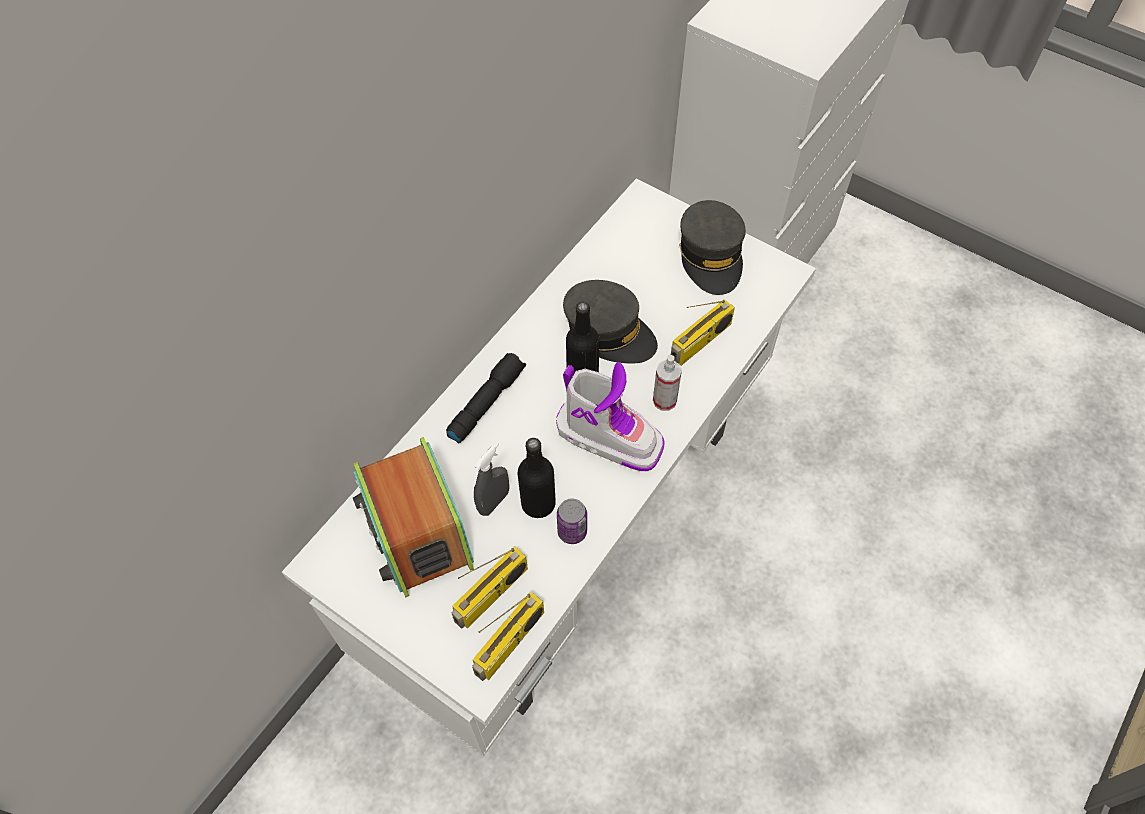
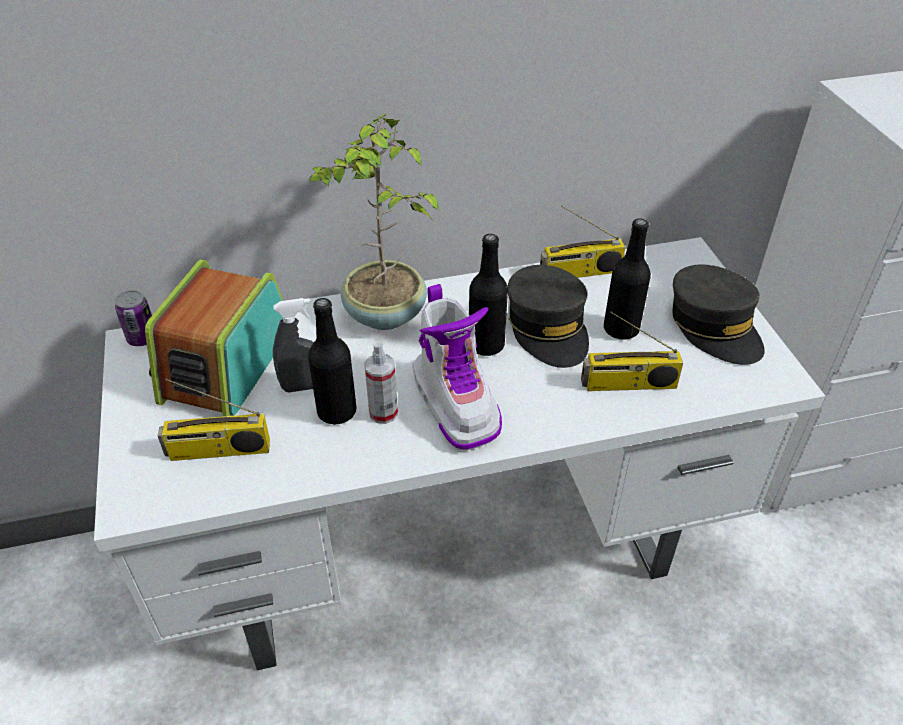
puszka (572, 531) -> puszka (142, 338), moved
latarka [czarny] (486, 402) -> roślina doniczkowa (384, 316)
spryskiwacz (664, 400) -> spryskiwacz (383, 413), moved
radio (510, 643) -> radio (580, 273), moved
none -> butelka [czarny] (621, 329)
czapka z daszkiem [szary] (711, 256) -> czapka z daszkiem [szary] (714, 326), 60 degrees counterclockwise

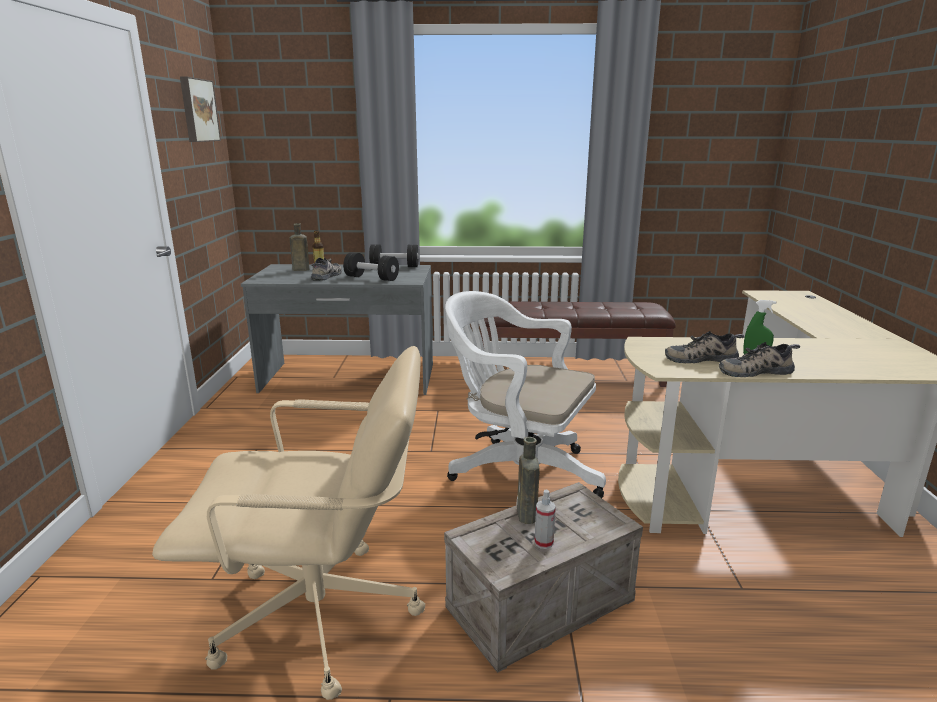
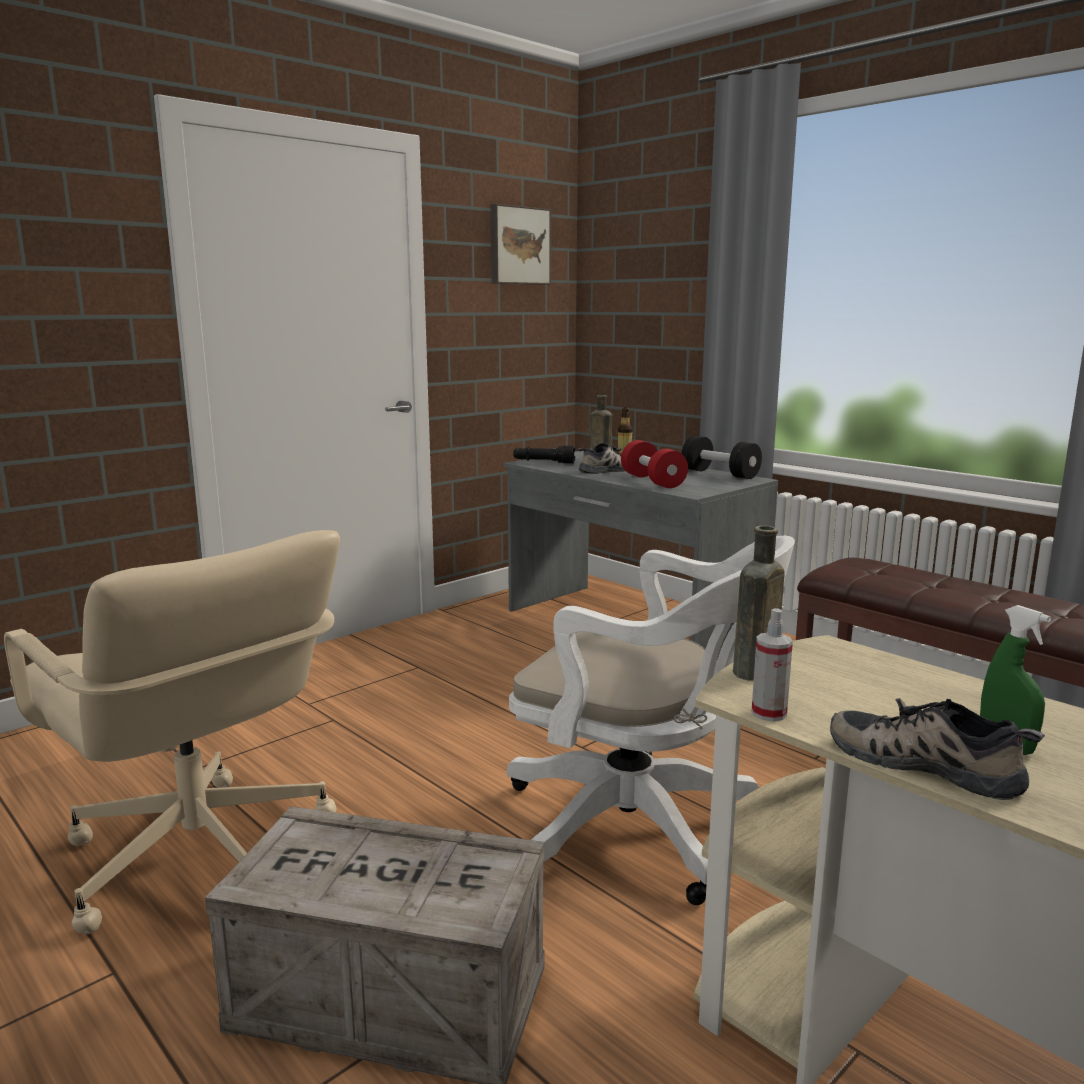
krzesło biurowe [biały] (518, 475) -> krzesło biurowe [biały] (641, 829), 135 degrees clockwise
none -> latarka [czarny] (544, 462)
hantel [czarny] (371, 278) -> hantel [czerwony] (652, 481)
butelka [brązowy] (527, 516) -> butelka [brązowy] (753, 672), moved
spryskiwacz (543, 543) -> spryskiwacz (769, 713), moved
but (701, 358) -> none

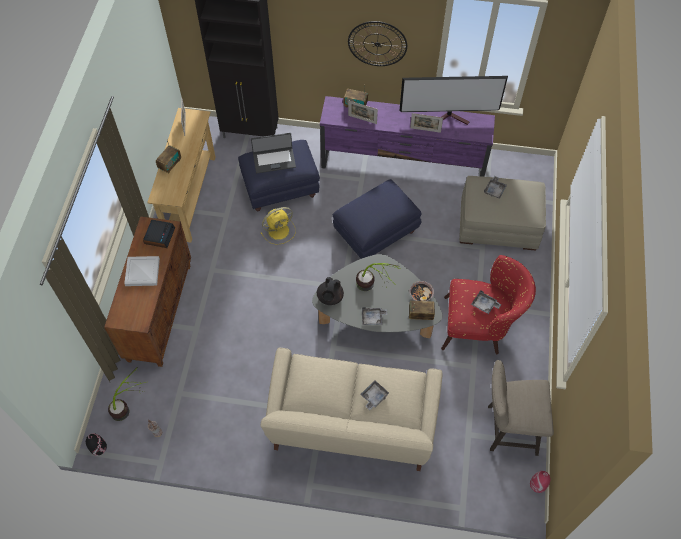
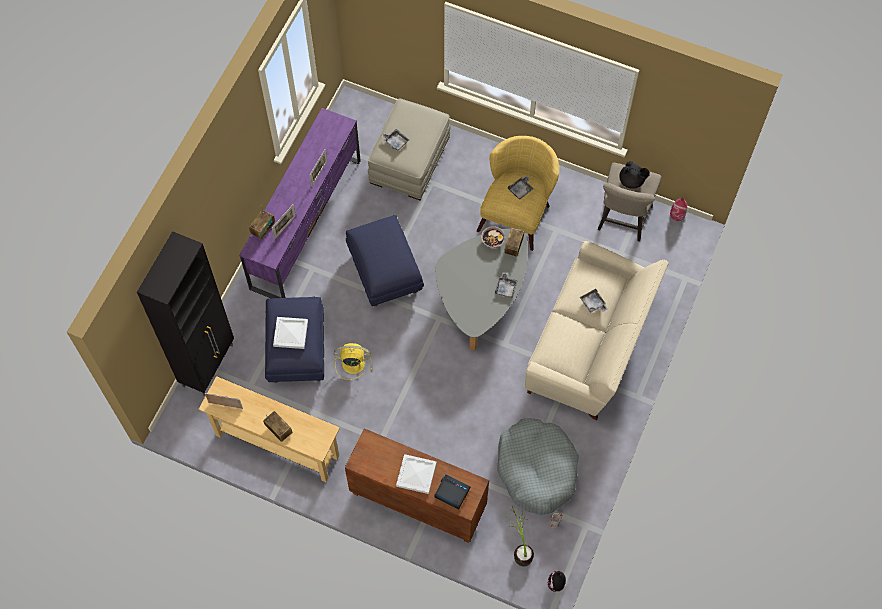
laptop (274, 160) -> taca [biały] (290, 333)
wentylator [żółty] (279, 230) -> wentylator [żółty] (352, 363), 75 degrees counterclockwise
budzik (159, 235) -> budzik (451, 492), moved
fotel [czerwony] (479, 327) -> fotel [żółty] (517, 212)
none -> legowisko [szary] (537, 469)
imbryk [czarny] (330, 298) -> imbryk [czarny] (632, 181), moved
zegar ścienny (377, 44) -> none
roślina doniczkowa (374, 288) -> none
telewizor (451, 118) -> none

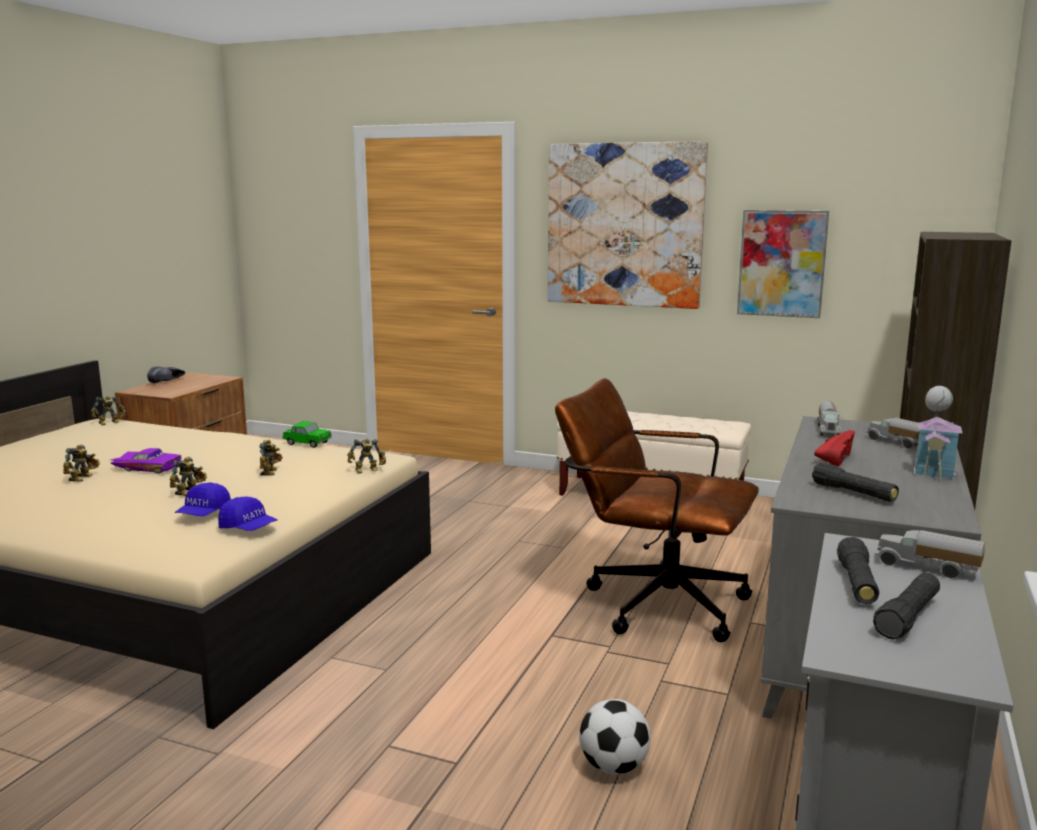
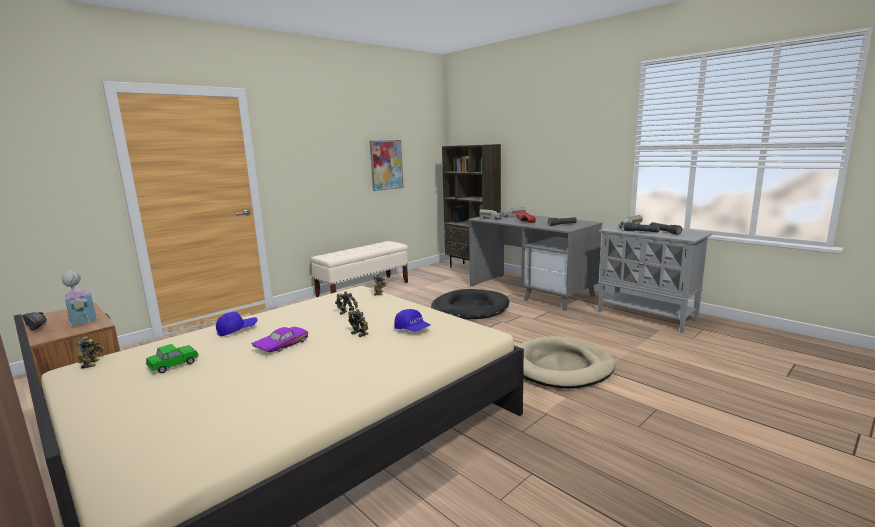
domek (933, 468) -> domek (82, 318), moved
samochodzik (307, 443) -> samochodzik (174, 365), moved
czapka z daszkiem [niebieski] (248, 528) -> czapka z daszkiem [niebieski] (237, 330), moved
krzesło biurowe [brązowy] (653, 601) -> legowisko [czarny] (470, 308)
none -> legowisko [beżowy] (560, 367)
robot zabawkowy (83, 478) -> none
obraz (624, 225) -> none
piłka futbolowa (614, 767) -> none

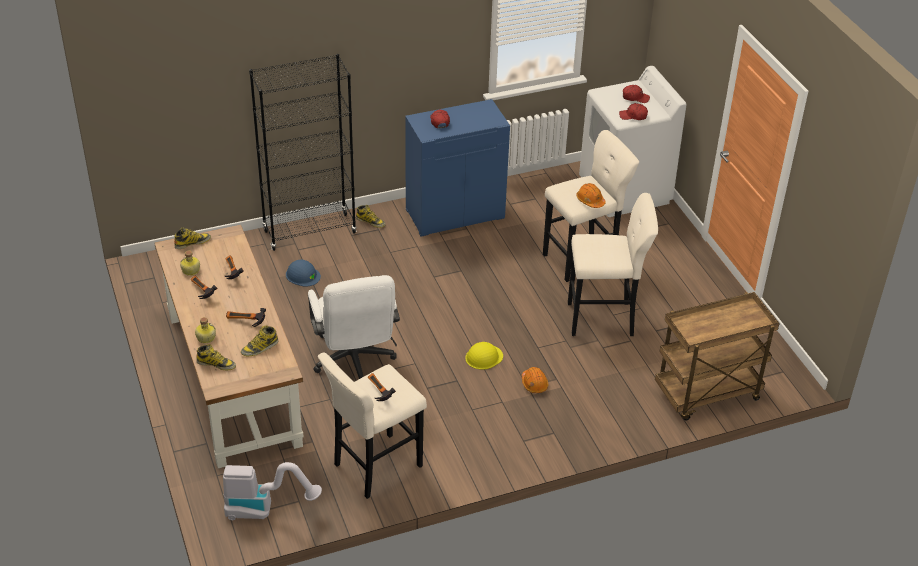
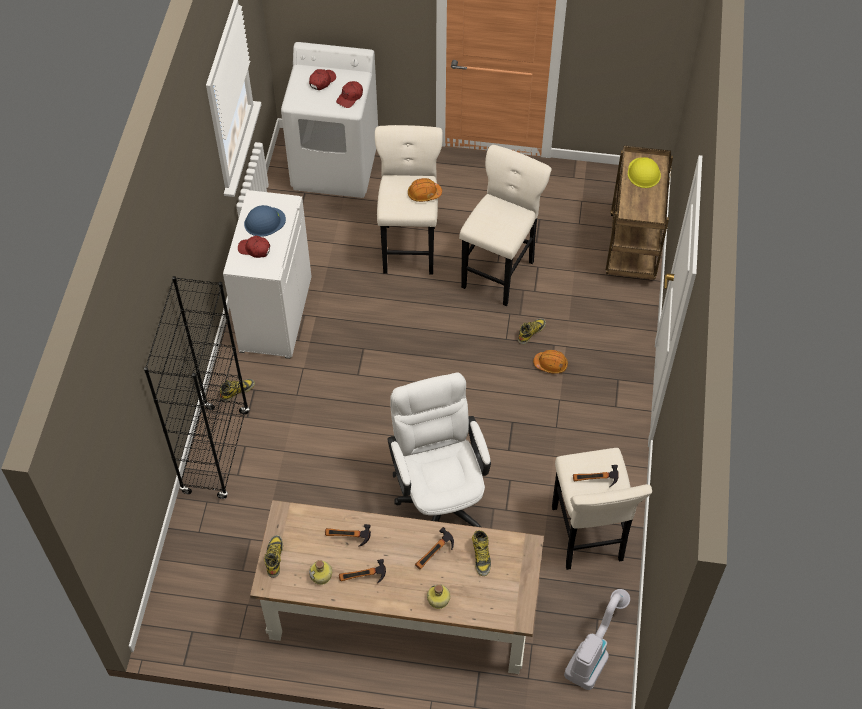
szafka [niebieski] (455, 213) -> szafka [biały] (274, 313)
kask [niebieski] (302, 275) -> kask [niebieski] (264, 222), moved
krzesło biurowe [biały] (354, 362) -> krzesło biurowe [biały] (439, 495), 120 degrees counterclockwise
but z cholewką (216, 364) -> but z cholewką (531, 332), moved
kask [żółty] (483, 357) -> kask [żółty] (643, 173), moved

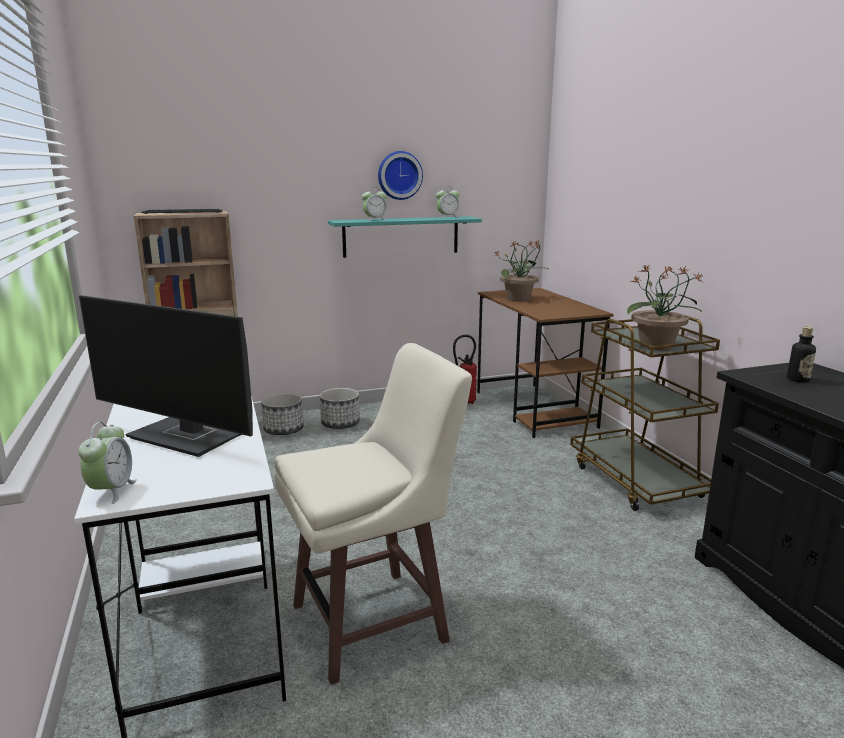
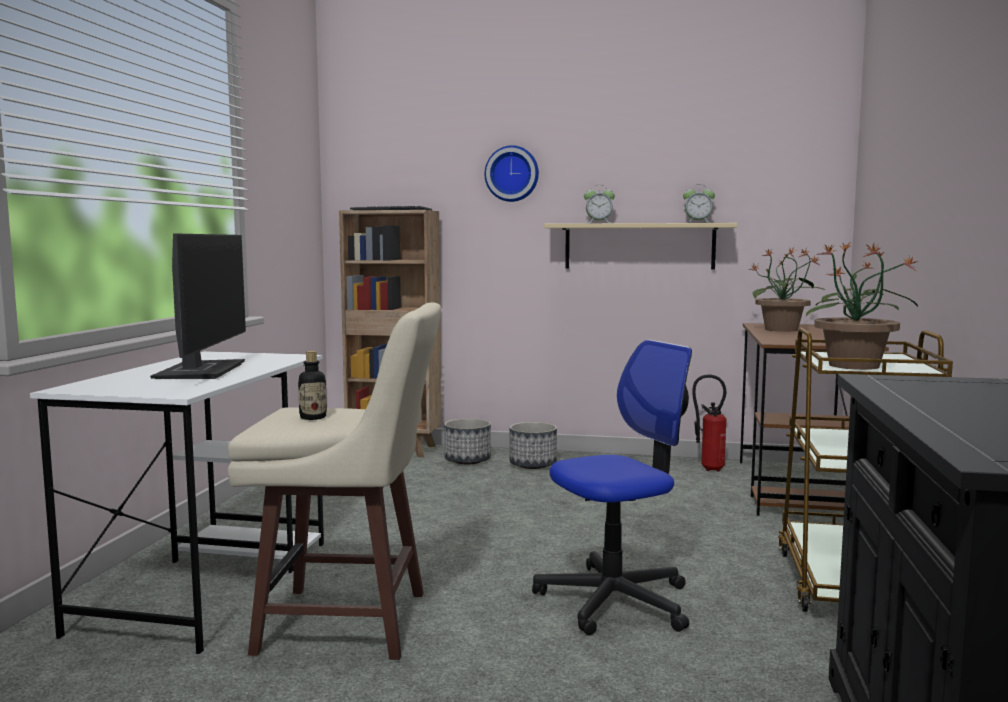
monitor (188, 437) -> monitor (200, 371), 150 degrees counterclockwise
butelka (798, 379) -> butelka (313, 417), moved
zegar ścienny (399, 175) -> zegar ścienny (512, 174), moved
none -> krzesło biurowe (615, 601)
półka [turkusowy] (401, 236) -> półka [beżowy] (639, 246)
budzik (112, 491) -> none

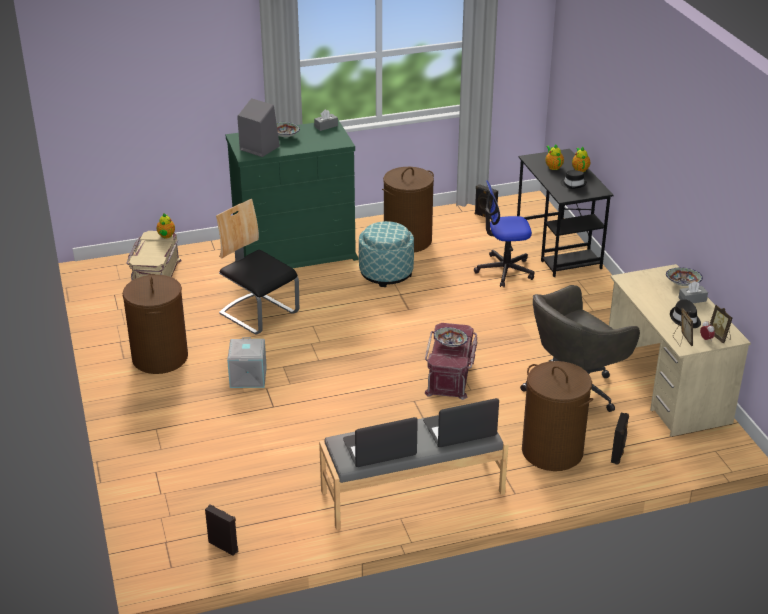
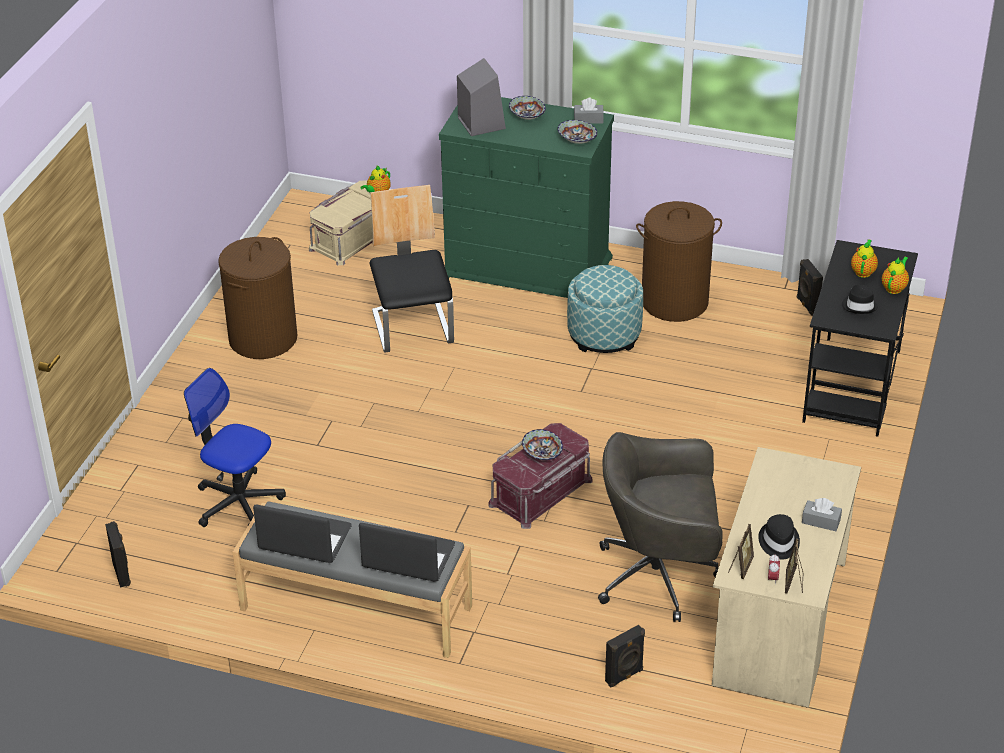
krzesło biurowe (504, 270) -> krzesło biurowe (238, 502), moved
miska (682, 284) -> miska (577, 140), moved
pojemnik do przechowywania [szary] (249, 377) -> none
kosz na pranie [brązowy] (552, 451) -> none

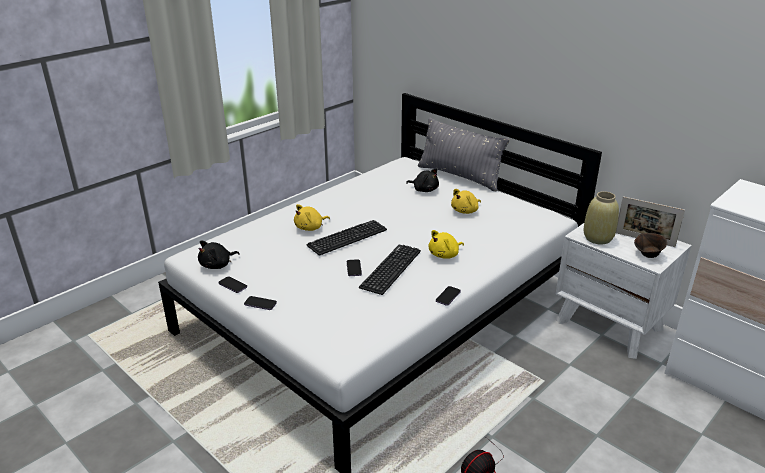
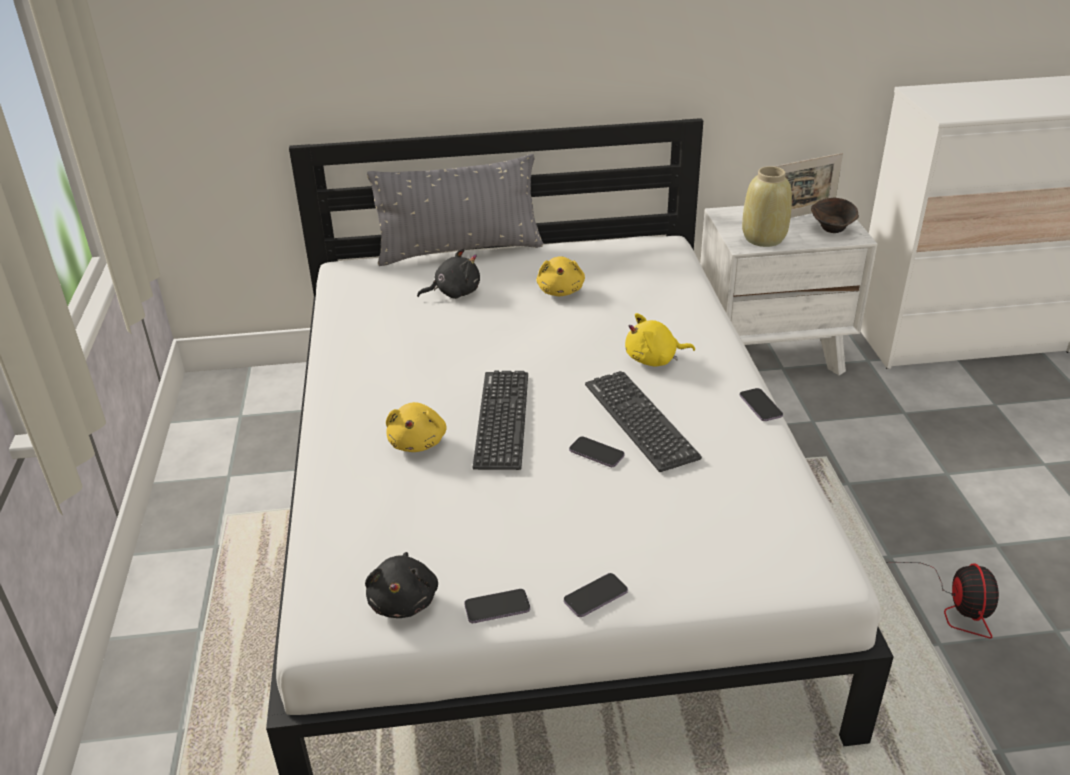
pluszak [żółty] (445, 255) -> pluszak [żółty] (654, 359), 75 degrees clockwise

